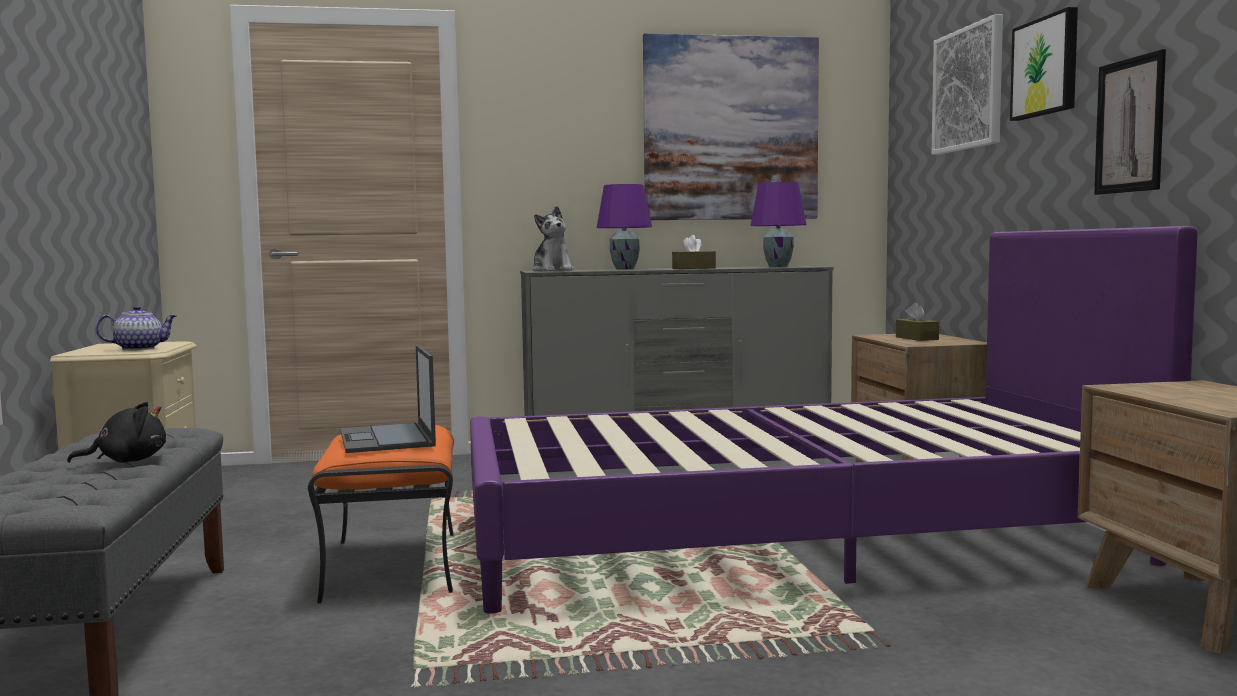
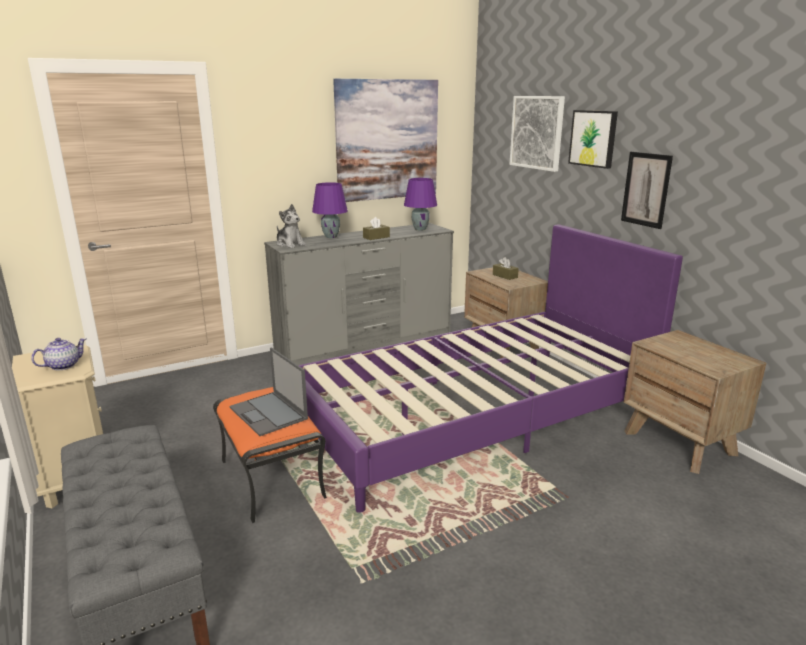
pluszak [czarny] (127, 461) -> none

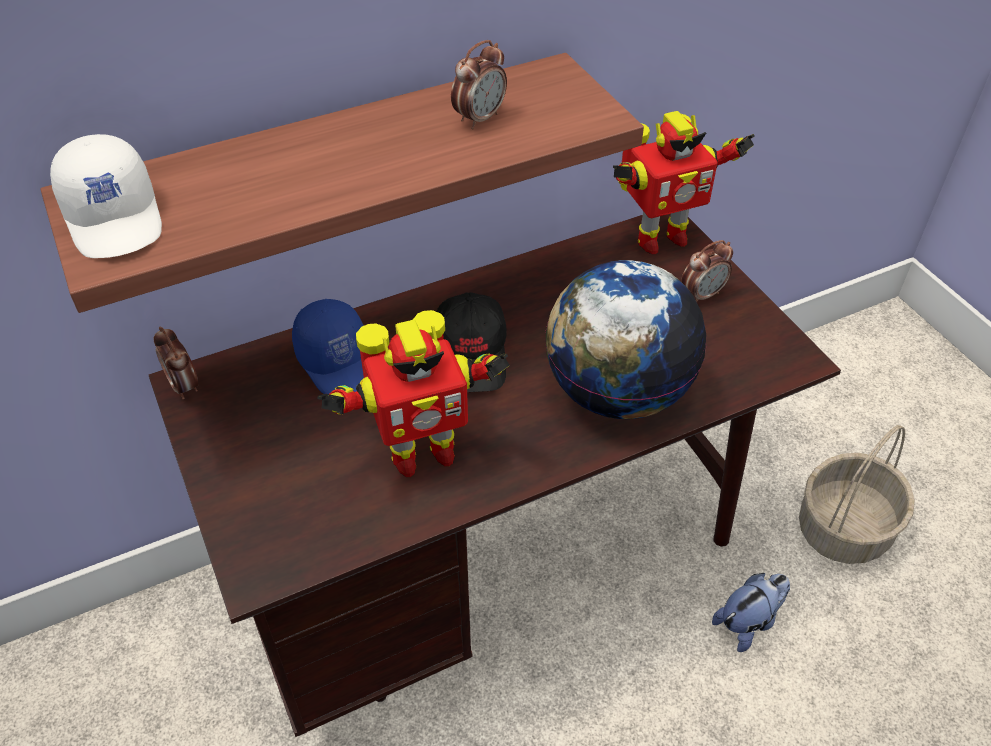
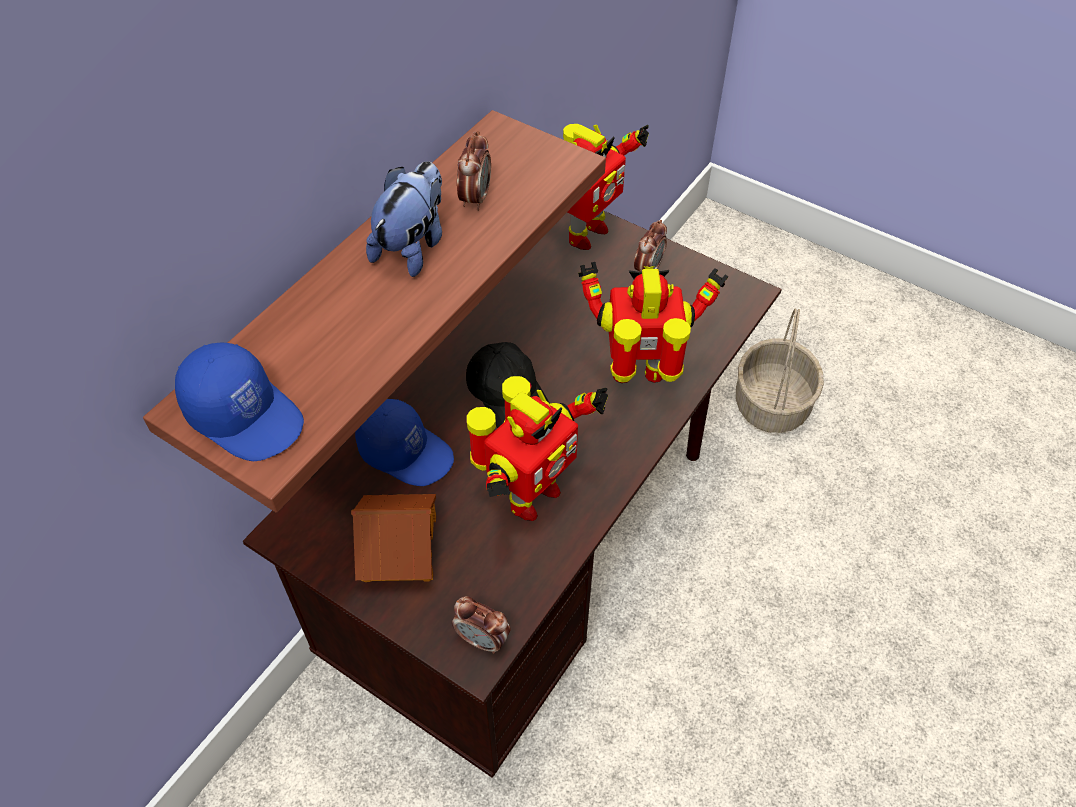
czapka z daszkiem [biały] (116, 218) -> czapka z daszkiem [niebieski] (246, 415)
none -> domek (398, 547)
pluszak (748, 622) -> pluszak (413, 246), moved
budzik (184, 386) -> budzik (482, 639), moved
globus (616, 392) -> robot zabawkowy (640, 377)

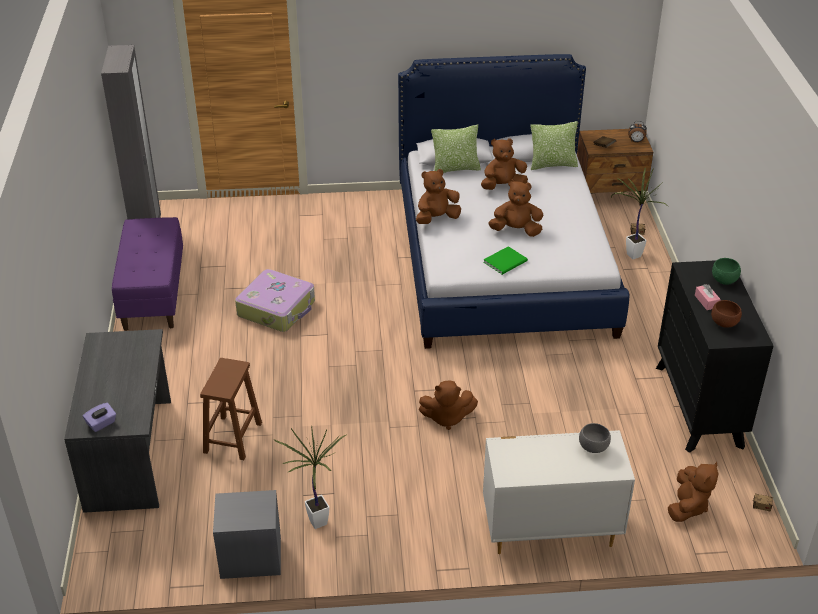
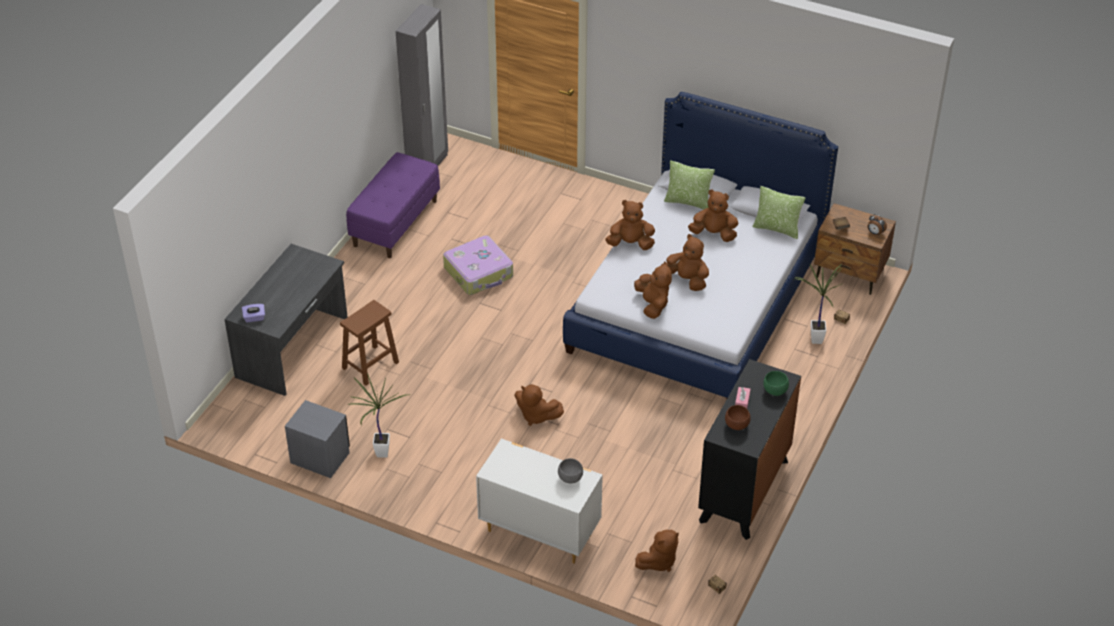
książka [zielony] (506, 261) -> pluszak [brązowy] (653, 305)

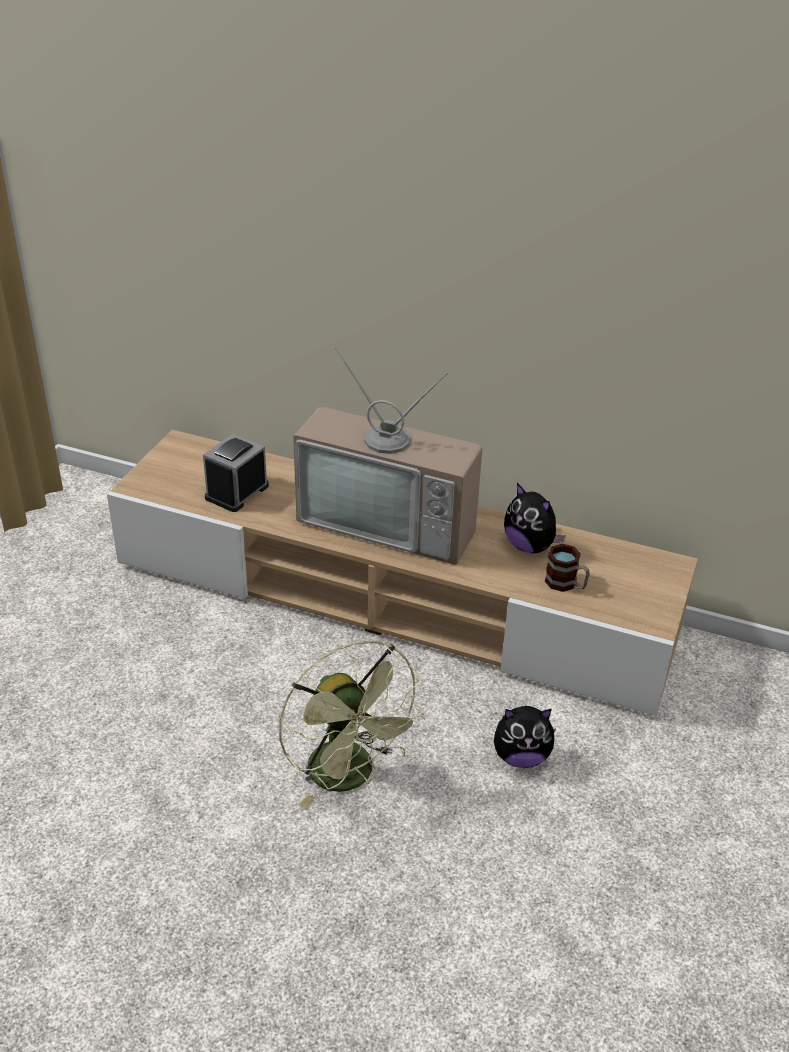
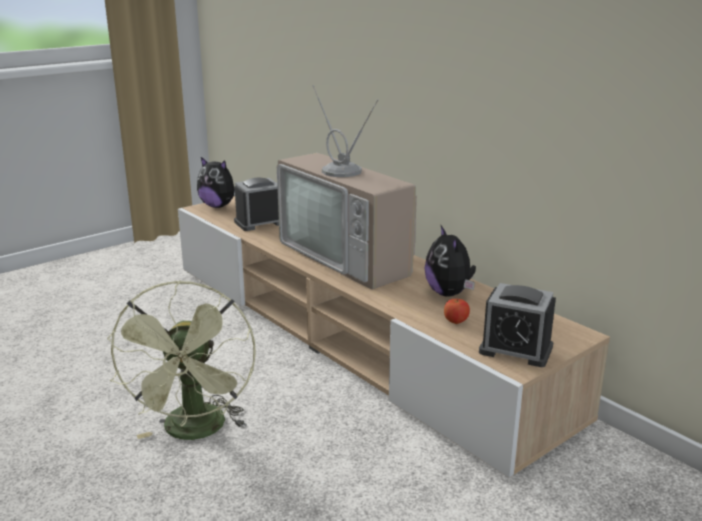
pluszak (521, 756) -> pluszak (218, 206), moved
kubek (566, 584) -> jabłko (455, 322)
none -> budzik (516, 349)

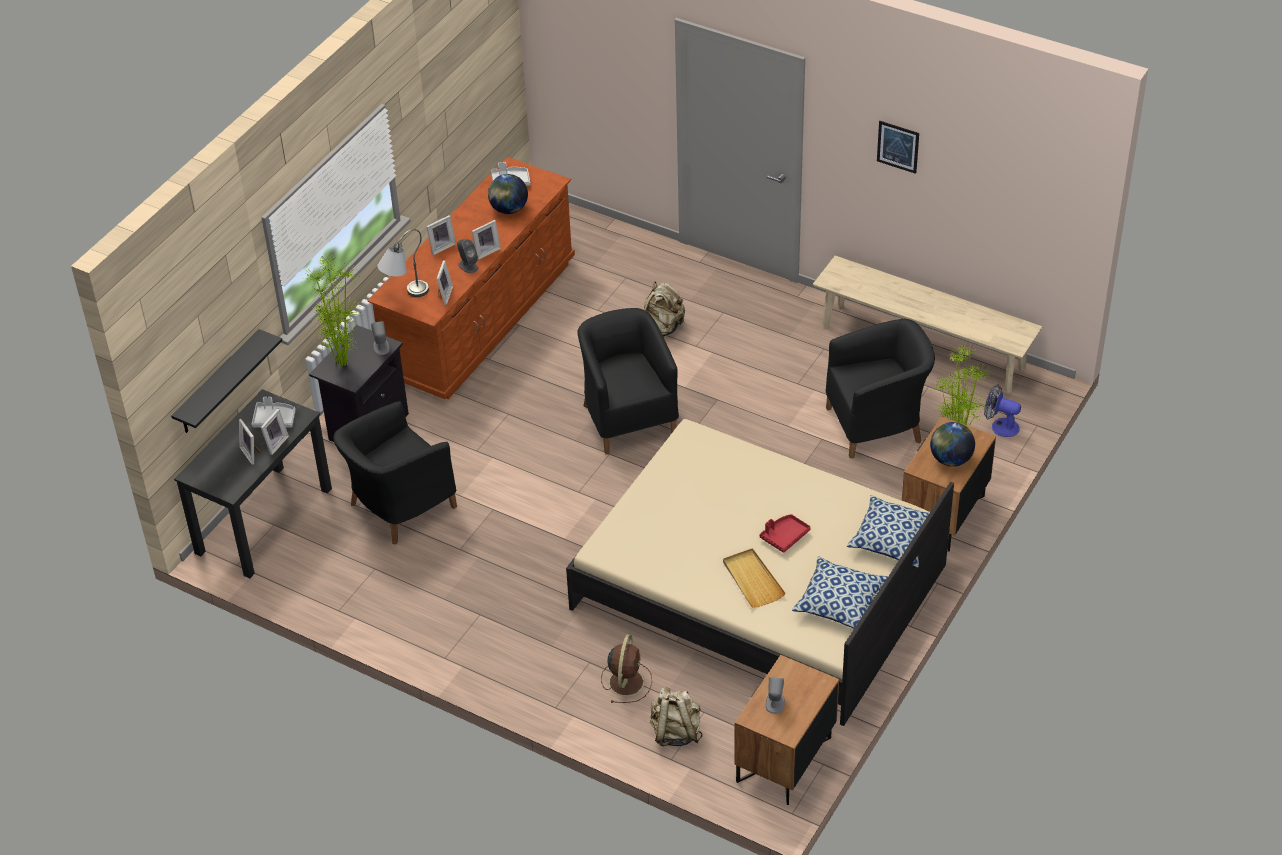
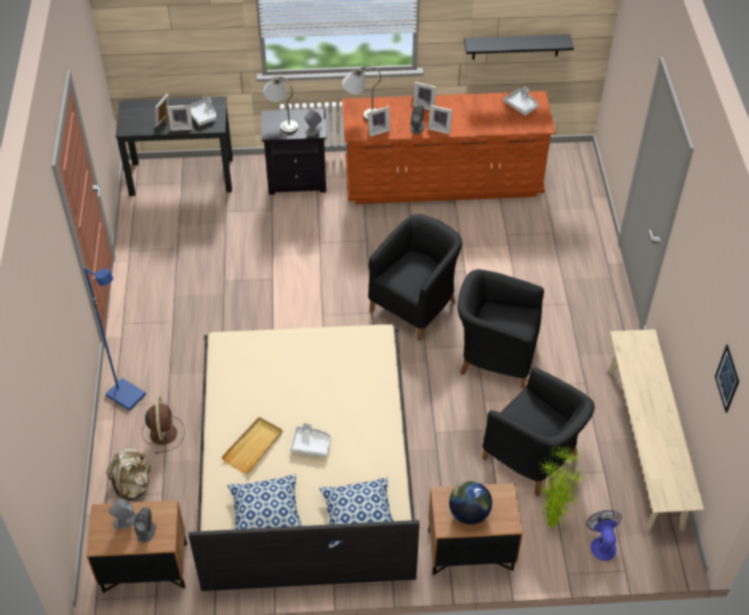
none -> lampa stojąca [niebieski] (127, 395)
none -> głośnik [szary] (146, 531)
wentylator [brązowy] (626, 681) -> wentylator [brązowy] (163, 433), 75 degrees counterclockwise
roślina doniczkowa (343, 365) -> lampa stołowa [szary] (282, 121)
taca [czerwony] (784, 536) -> taca [szary] (311, 444)
fotel [czarny] (399, 507) -> fotel [czarny] (494, 356), moved
półka [czarny] (218, 384) -> półka [czarny] (516, 46), moved
obraz (898, 146) -> obraz (727, 378), moved
globus (509, 209) -> none
plecak [beżowy] (662, 328) -> none

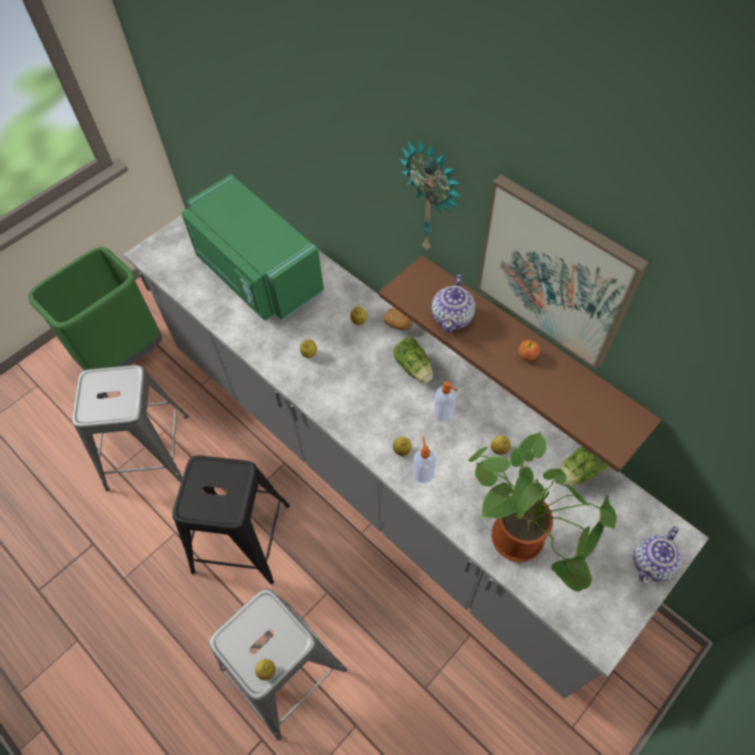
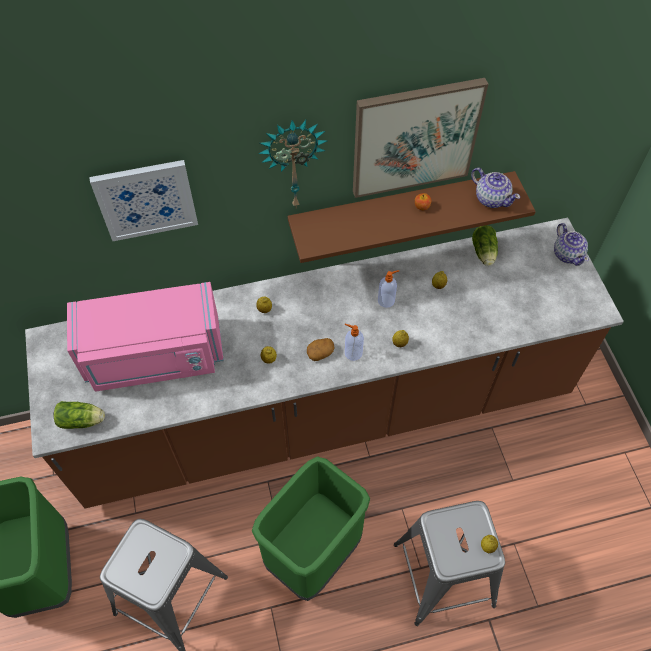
zabudowa kuchenna [szary] (381, 469) -> zabudowa kuchenna [brązowy] (325, 411)
sałata (414, 369) -> sałata (83, 420), moved
mikrofalówka [zielony] (256, 274) -> mikrofalówka [różowy] (154, 357)
none -> obraz (146, 199)
stołek [czarny] (241, 538) -> kosz na śmieci [zielony] (313, 552)
ziemniak (398, 324) -> ziemniak (320, 352), moved
dozownik mydła (423, 472) -> dozownik mydła (352, 352), moved
imbryk (452, 317) -> imbryk (491, 198), moved
roślina doniczkowa (523, 540) -> none

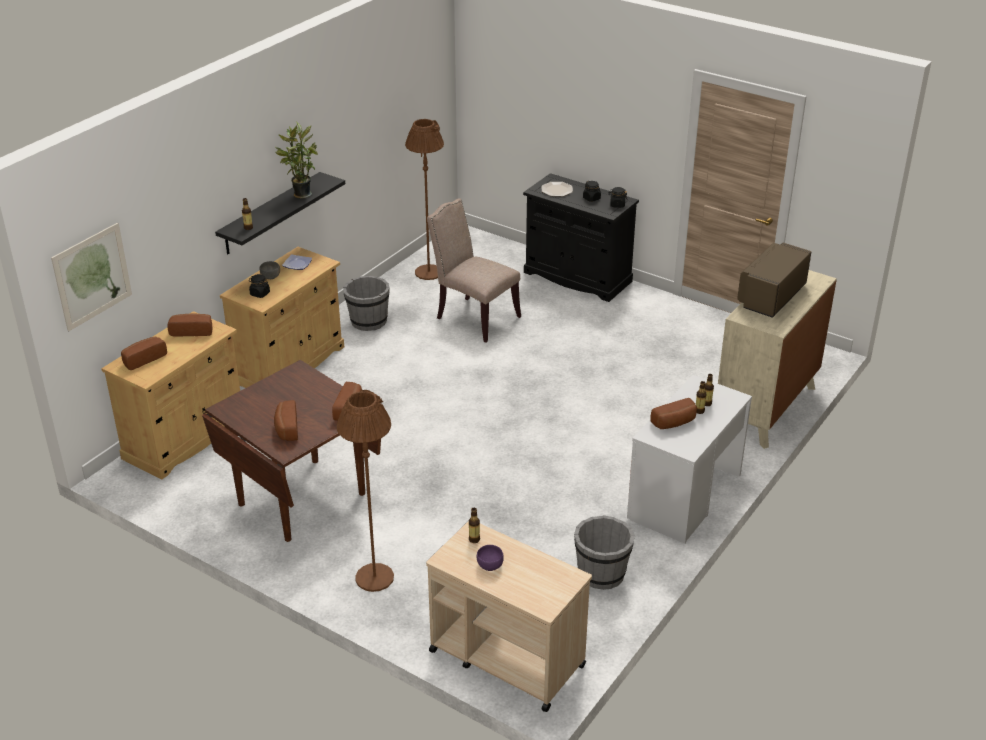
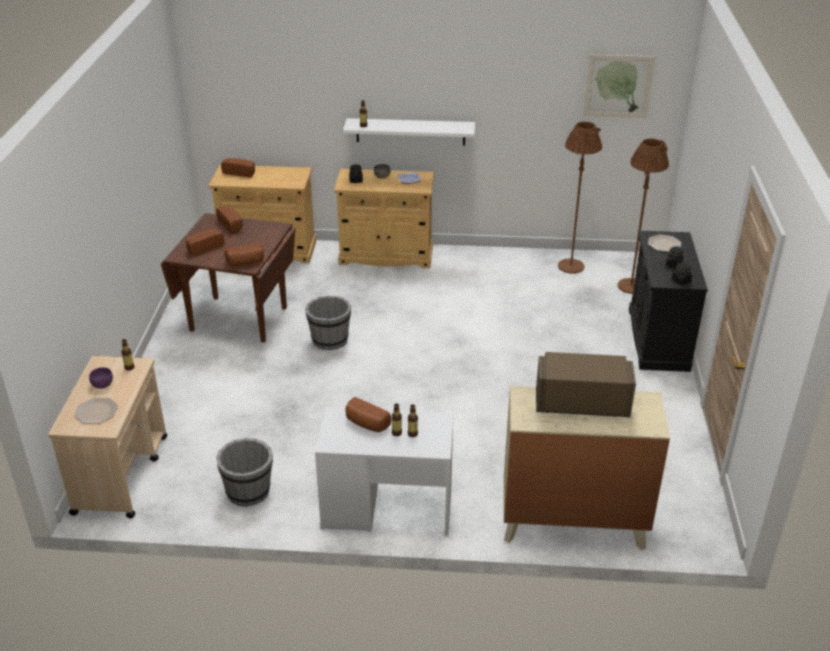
none -> talerz (96, 411)
chleb (192, 331) -> chleb (232, 225), moved
wiadro [szary] (368, 321) -> wiadro [szary] (330, 340), moved
półka [czarny] (271, 213) -> półka [biały] (410, 131)
obraz (92, 276) -> obraz (618, 86), moved
lampa stojąca [brązowy] (374, 578) -> lampa stojąca [brązowy] (631, 286), moved
roślina doniczkowa (300, 194) -> none
krzesło [beżowy] (474, 317) -> none

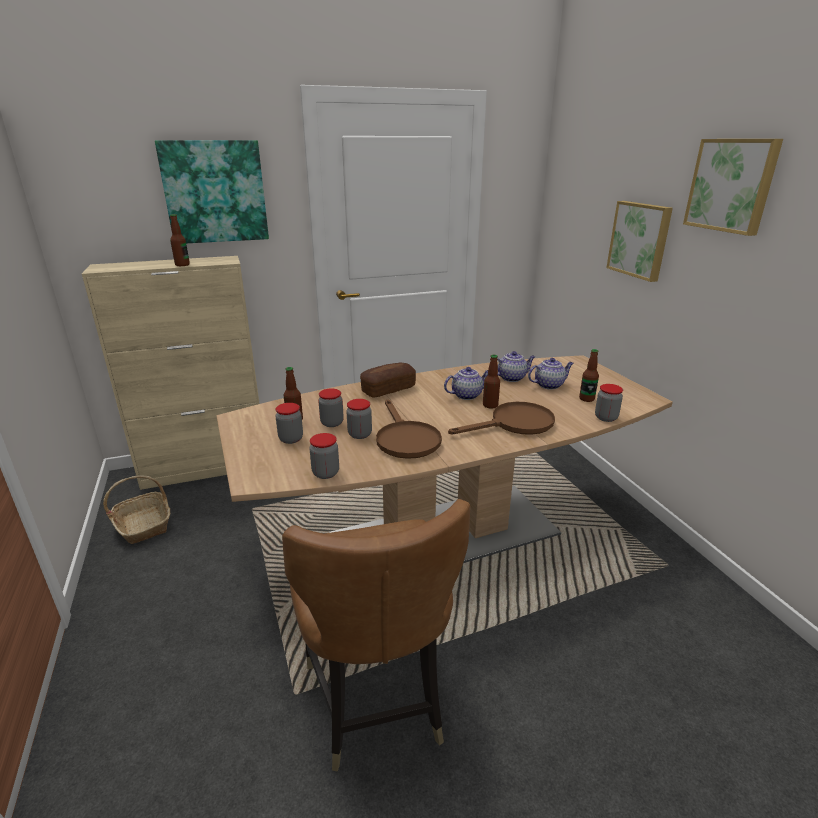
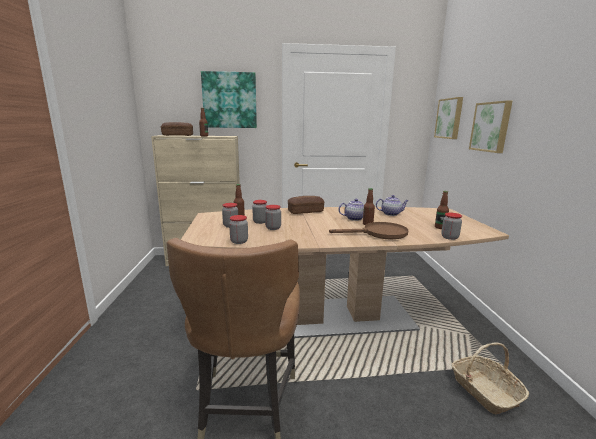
none -> chleb (177, 135)
obraz (732, 185) -> obraz (449, 118), moved
koszyk (144, 524) -> koszyk (484, 390), moved
patelnia [brązowy] (405, 438) -> none
imbryk (549, 385) -> none

